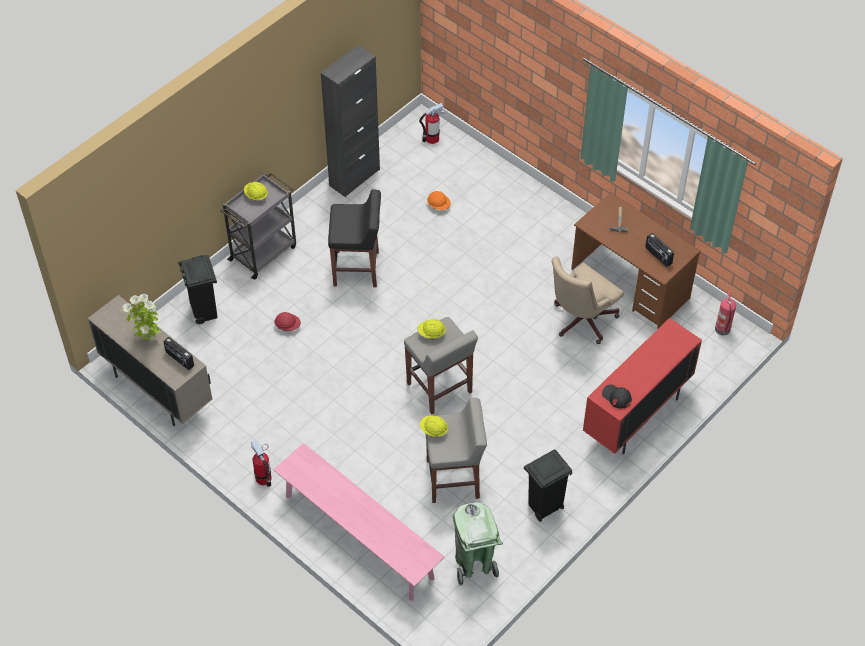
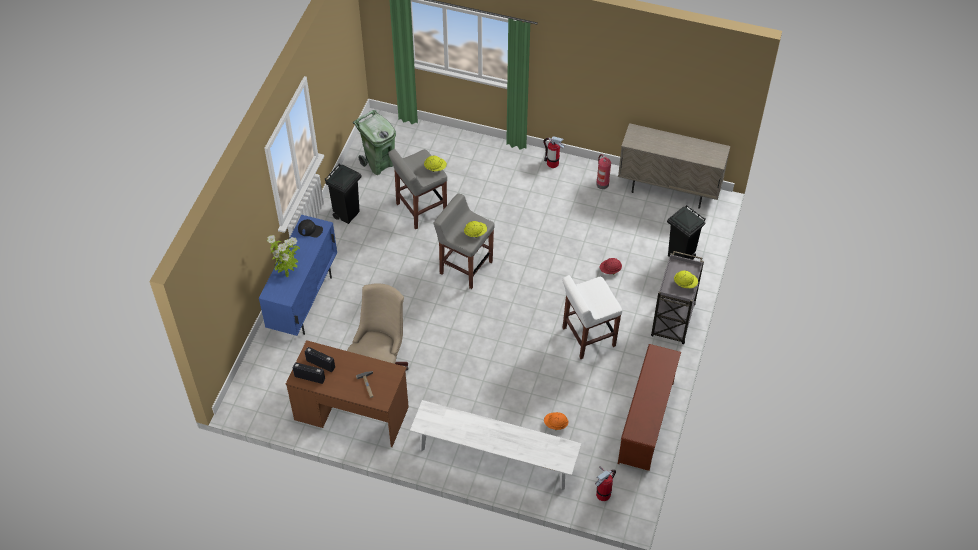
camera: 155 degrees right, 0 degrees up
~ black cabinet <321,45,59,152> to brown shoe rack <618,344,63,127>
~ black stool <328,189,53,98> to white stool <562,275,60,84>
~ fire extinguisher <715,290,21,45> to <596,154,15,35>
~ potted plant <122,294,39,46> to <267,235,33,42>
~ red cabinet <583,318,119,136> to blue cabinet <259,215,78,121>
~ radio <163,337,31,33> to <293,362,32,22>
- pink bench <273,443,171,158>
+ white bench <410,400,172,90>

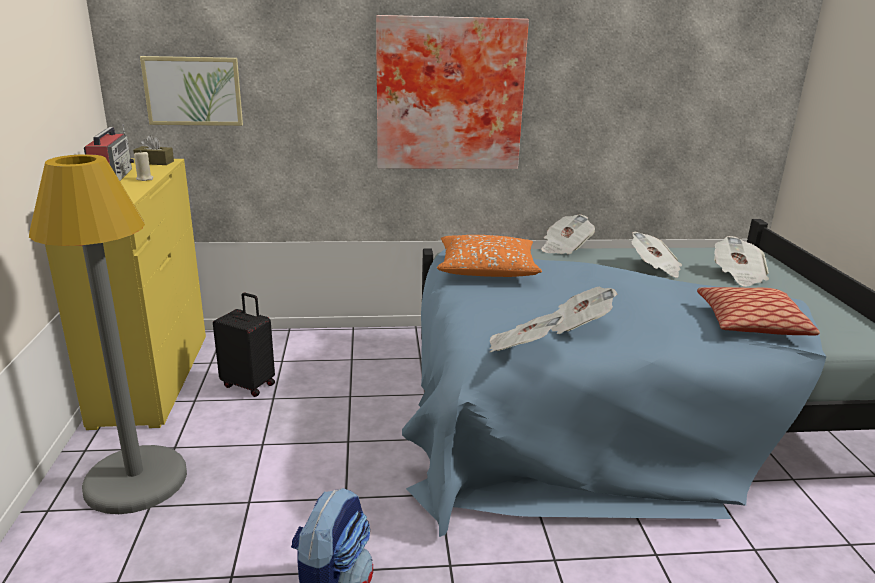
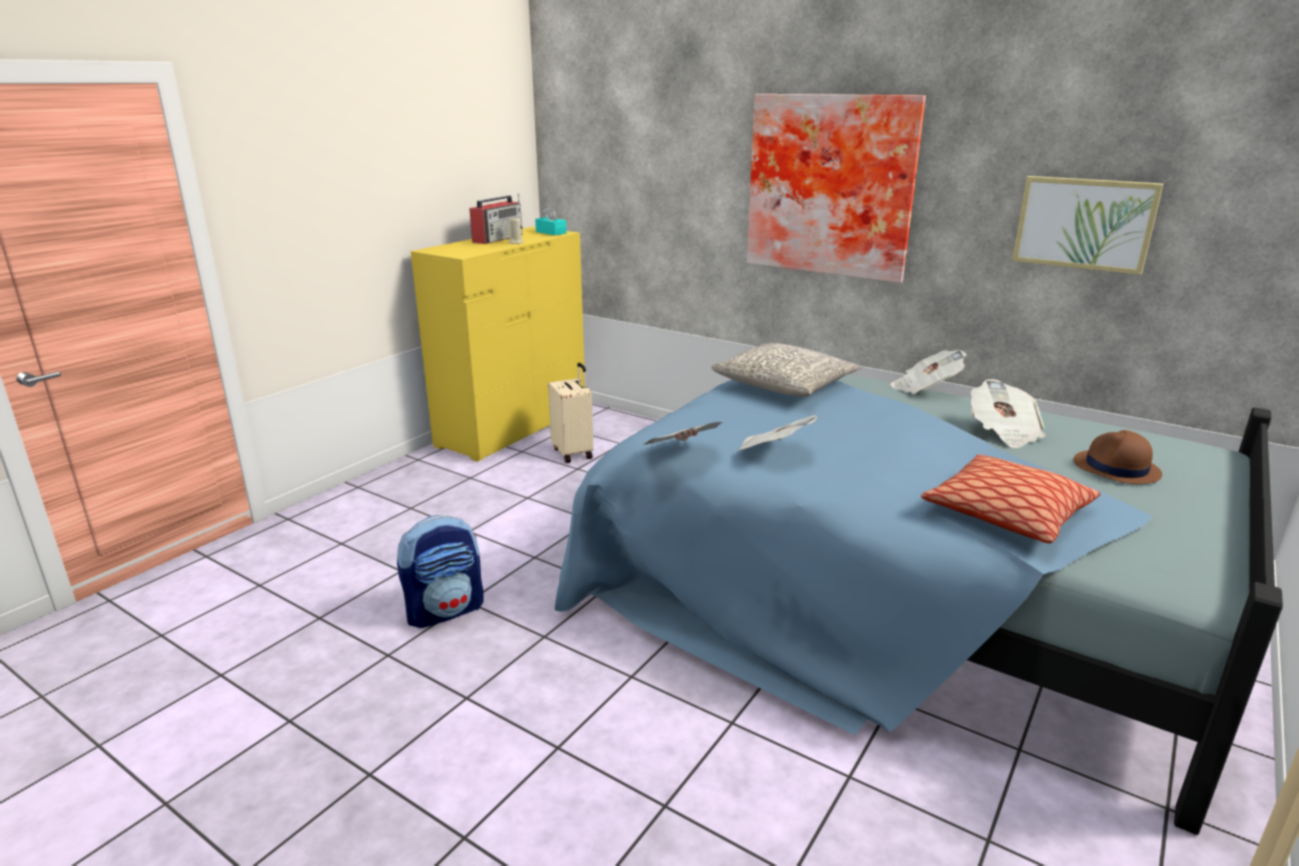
camera: 40 degrees right, 0 degrees up
~ picture <140,56,103,70> to <1012,176,151,99>
~ brown tissue box <133,135,41,30> to turquoise tissue box <535,207,32,28>
- grey floor lamp <29,154,158,360>
~ orange pillow <437,235,105,42> to grey pillow <711,343,150,54>
~ newspaper <714,236,55,51> to brown hat <1074,430,88,54>
~ black suitcase <213,293,62,104> to beige suitcase <548,363,45,100>

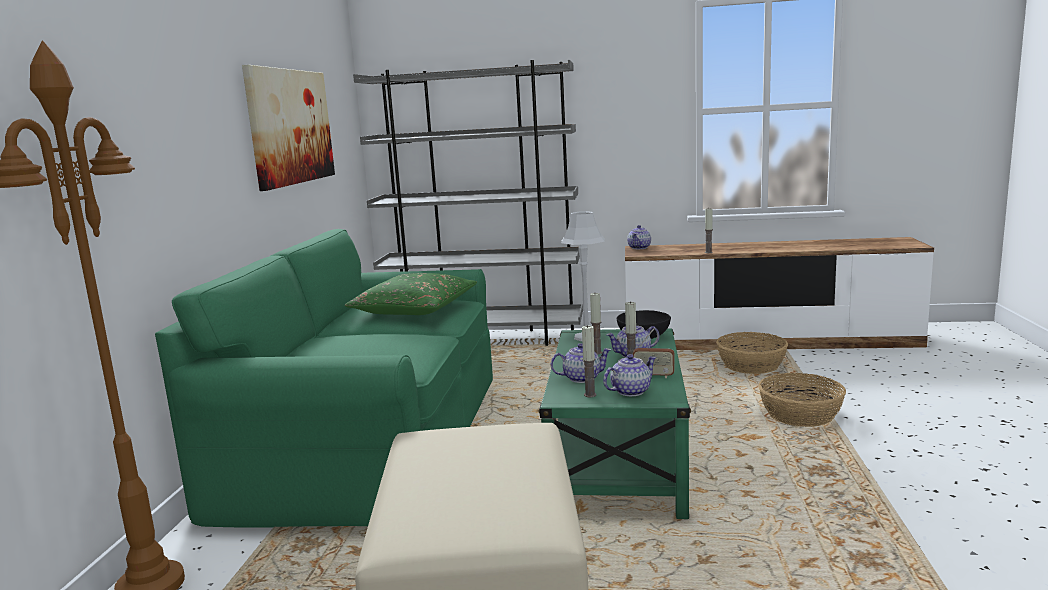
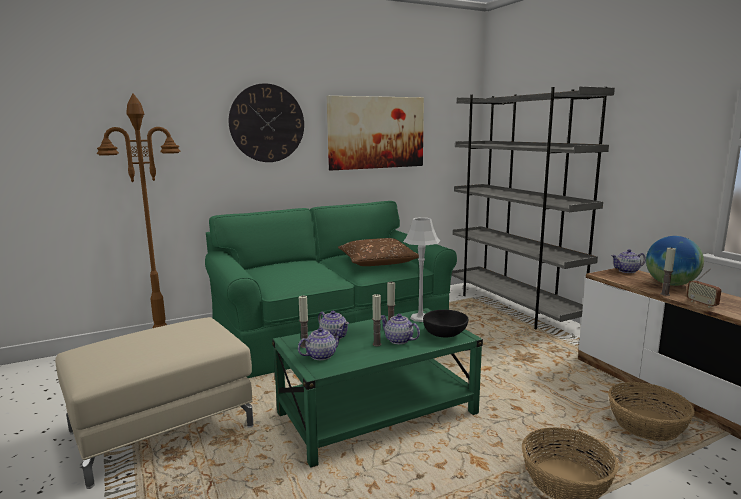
camera: 55 degrees right, 0 degrees up
~ green pillow <345,273,132,42> to brown pillow <338,238,81,28>
~ radio <633,328,42,50> to <687,268,35,40>
~ teapot <603,354,54,42> = <298,328,45,32> 60 degrees counterclockwise
+ wall clock <229,83,75,79>
+ globe <646,236,58,50>

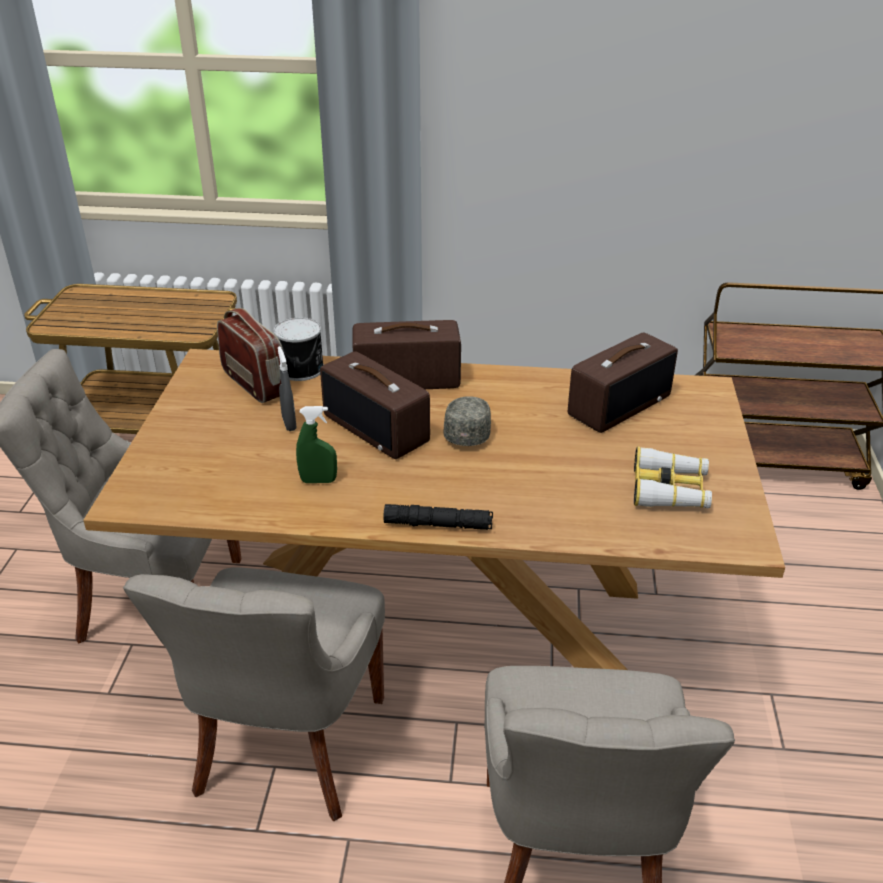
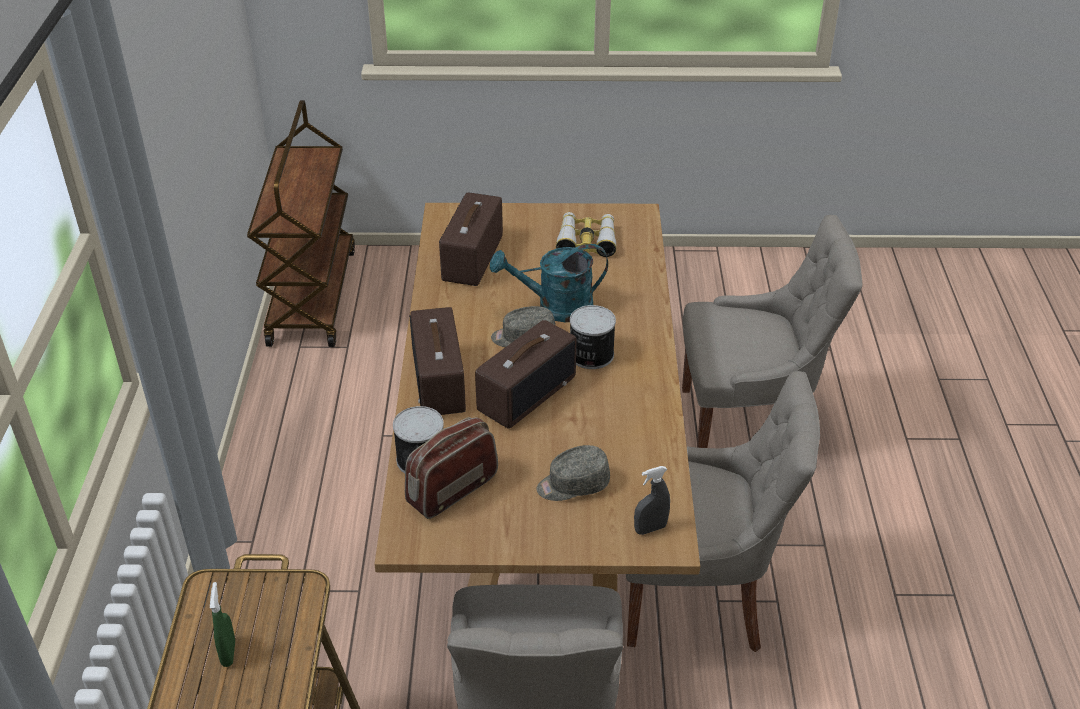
camera: 95 degrees left, 5 degrees up
~ radio <568,333,110,100> = <439,192,64,94> 120 degrees counterclockwise
~ grey spray bottle <278,346,19,85> to <634,466,36,69>
~ green spray bottle <296,406,41,77> to <210,582,25,85>
- black flashlight <383,504,110,26>
+ turquoise watering can <490,244,118,78>
+ can <570,305,46,64>
+ grey cap <537,445,73,56>

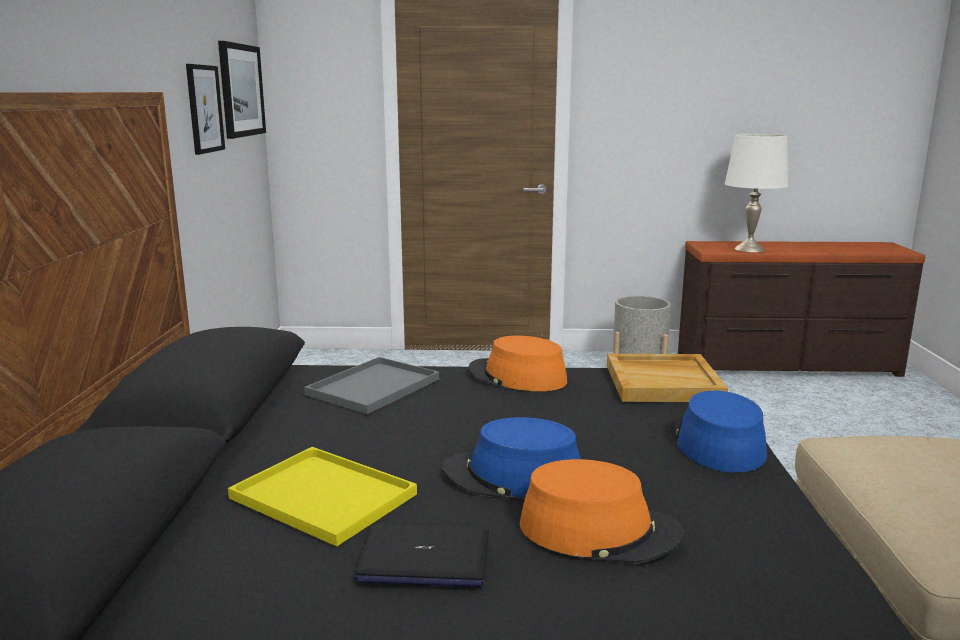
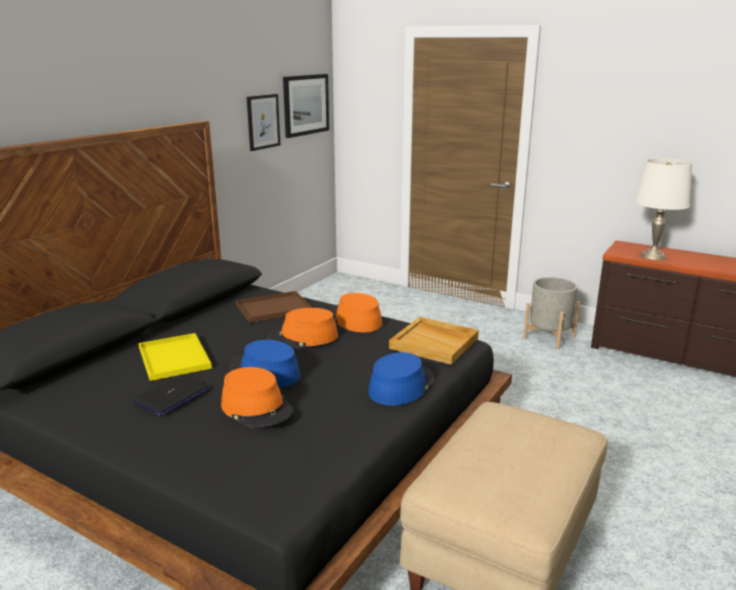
camera: 30 degrees right, 5 degrees up
~ grey tray <304,357,135,57> to brown tray <236,291,76,32>
~ laptop <354,525,135,62> = <133,374,77,42> 90 degrees counterclockwise
+ orange hat <267,308,71,40>

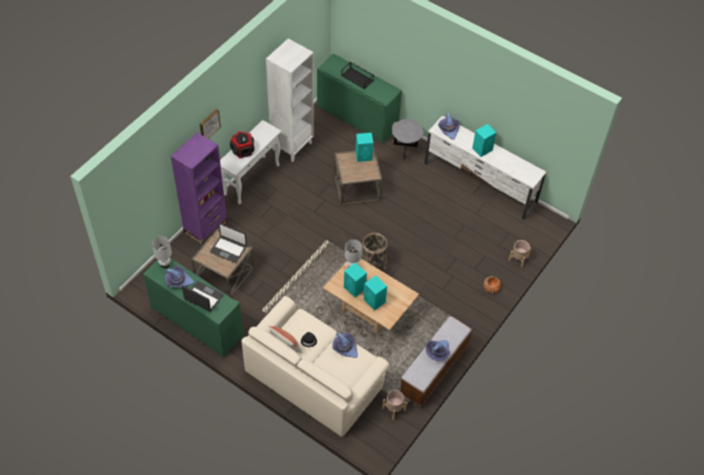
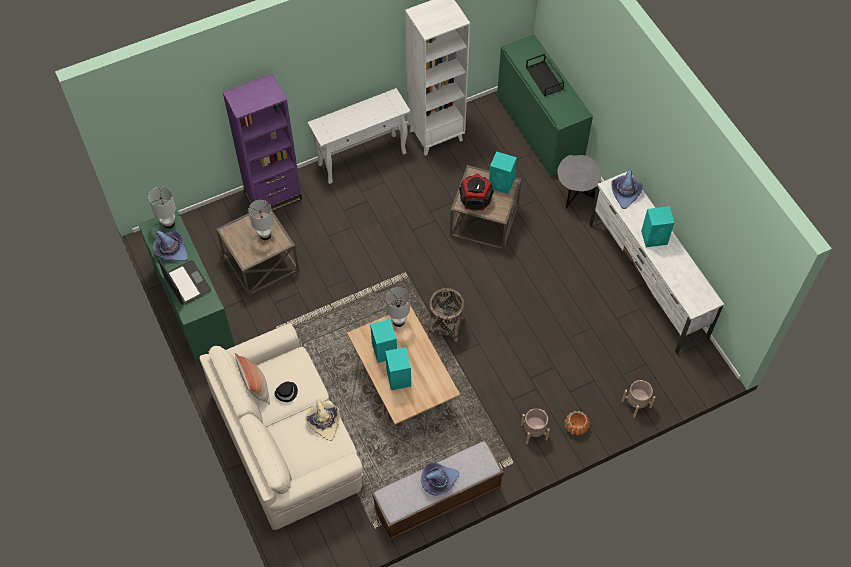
camera: 30 degrees right, 5 degrees up
- picture <200,109,21,30>
~ speaker <230,131,25,27> to <459,173,35,38>
~ laptop <210,223,37,40> to white table lamp <249,200,25,40>
~ purple hat <332,333,26,25> to beige hat <305,399,35,42>
~ beige planter <382,390,25,30> to <521,408,29,36>

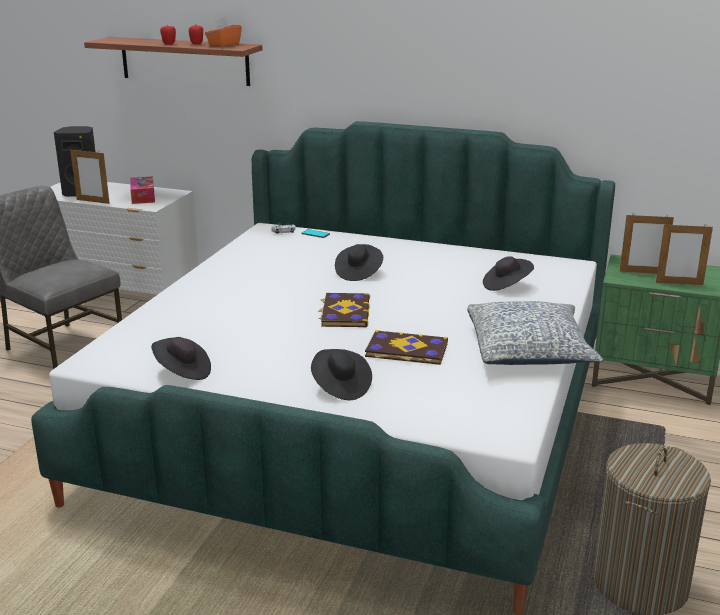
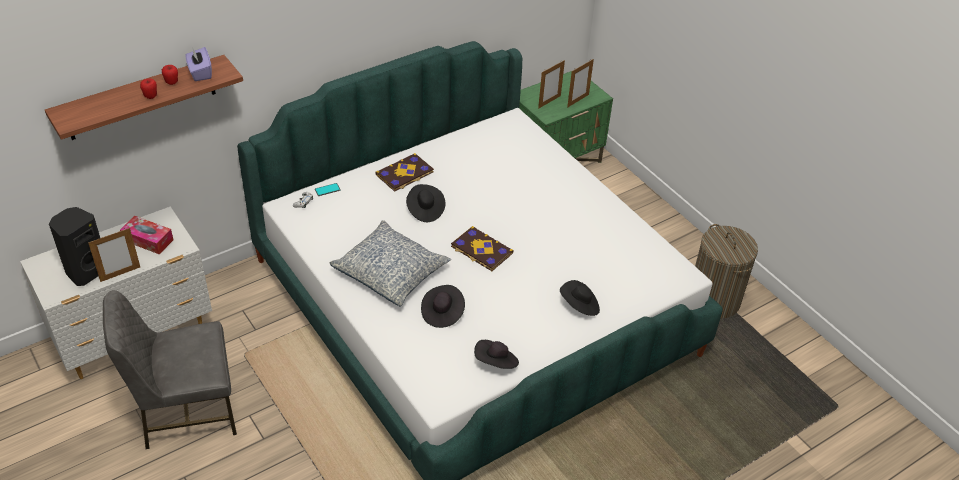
camera: 55 degrees left, 20 degrees up
~ orange tissue box <205,17,37,30> to purple tissue box <186,47,26,34>
~ black hat <483,256,51,35> to <421,285,44,43>
~ pillow <467,301,136,64> to <329,220,122,86>
~ book <365,330,83,35> to <375,153,59,39>

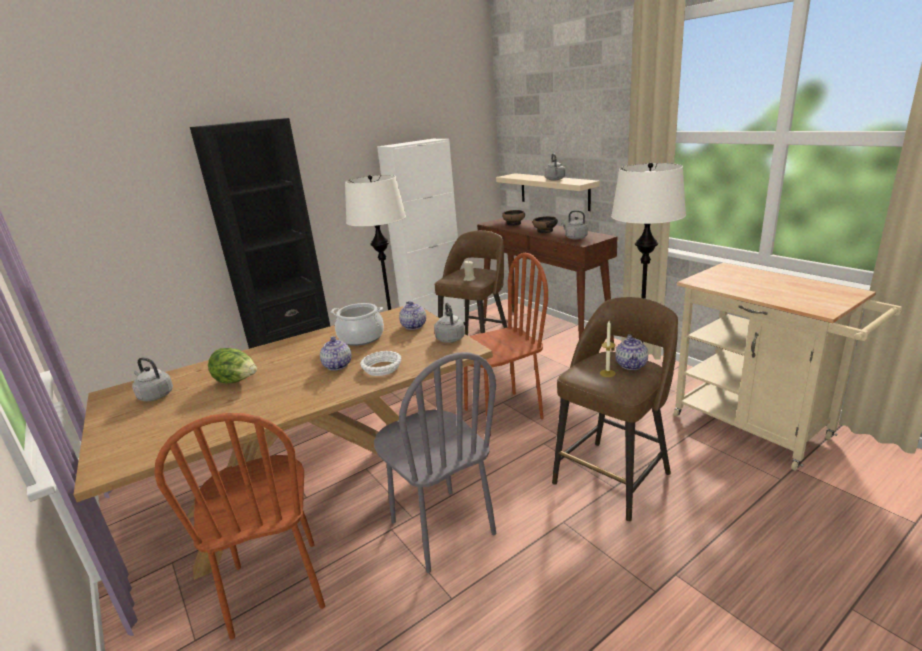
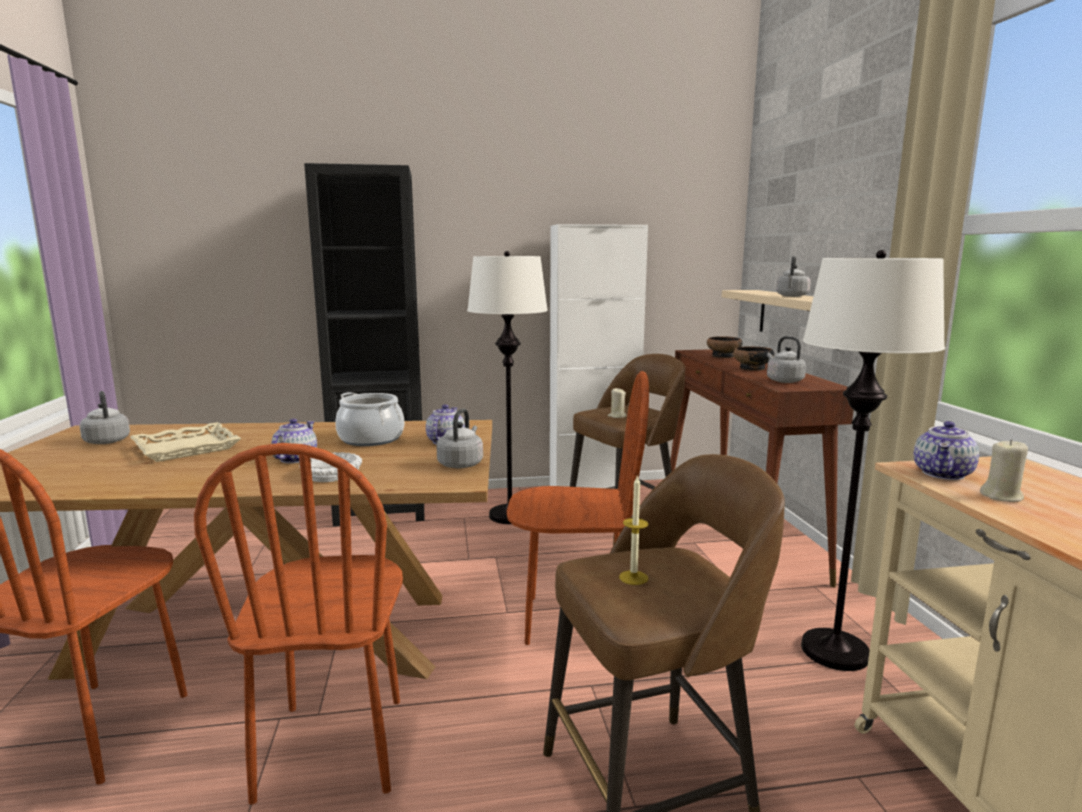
camera: 25 degrees right, 10 degrees down
~ teapot <615,334,33,36> to <914,421,65,59>
~ lettuce <208,348,49,36> to beige tray <130,422,111,40>
~ grey chair <374,352,122,221> to brown chair <194,443,209,362>
+ beige candle <980,439,48,63>

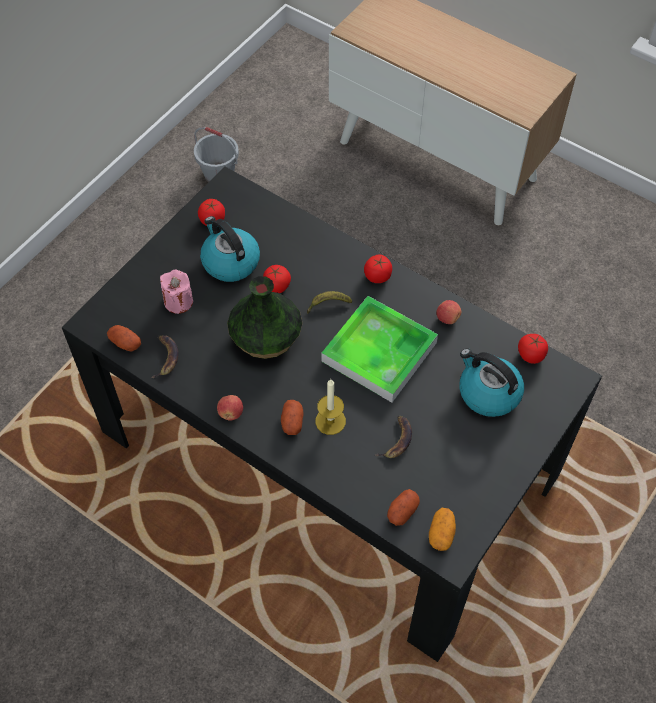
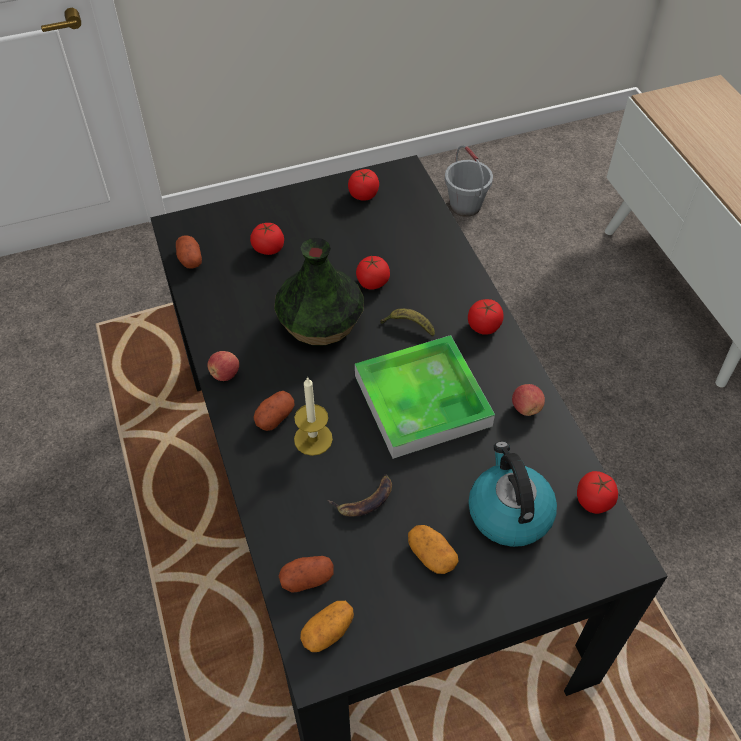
camera: 35 degrees right, 5 degrees down
- kettle <200,216,60,66>
~ pink candle <160,270,33,44> to tomato <250,223,34,32>
- banana <151,335,28,43>
+ potato <408,525,51,49>

